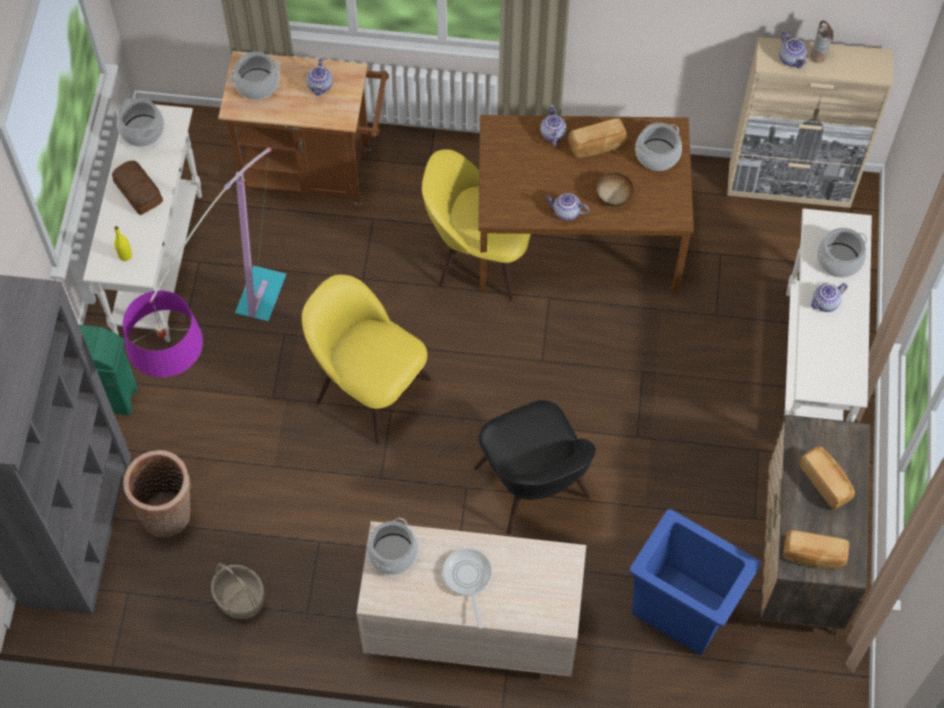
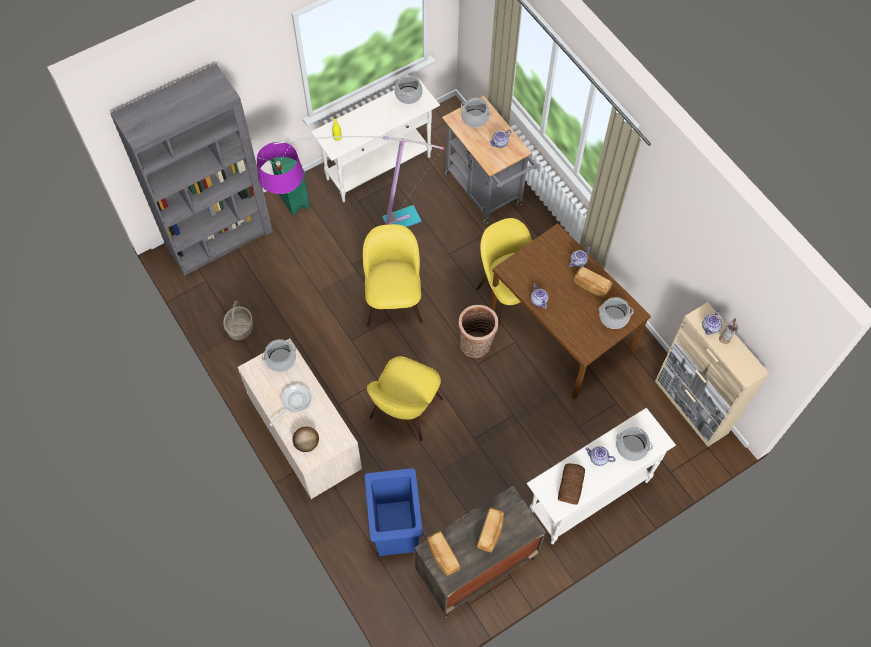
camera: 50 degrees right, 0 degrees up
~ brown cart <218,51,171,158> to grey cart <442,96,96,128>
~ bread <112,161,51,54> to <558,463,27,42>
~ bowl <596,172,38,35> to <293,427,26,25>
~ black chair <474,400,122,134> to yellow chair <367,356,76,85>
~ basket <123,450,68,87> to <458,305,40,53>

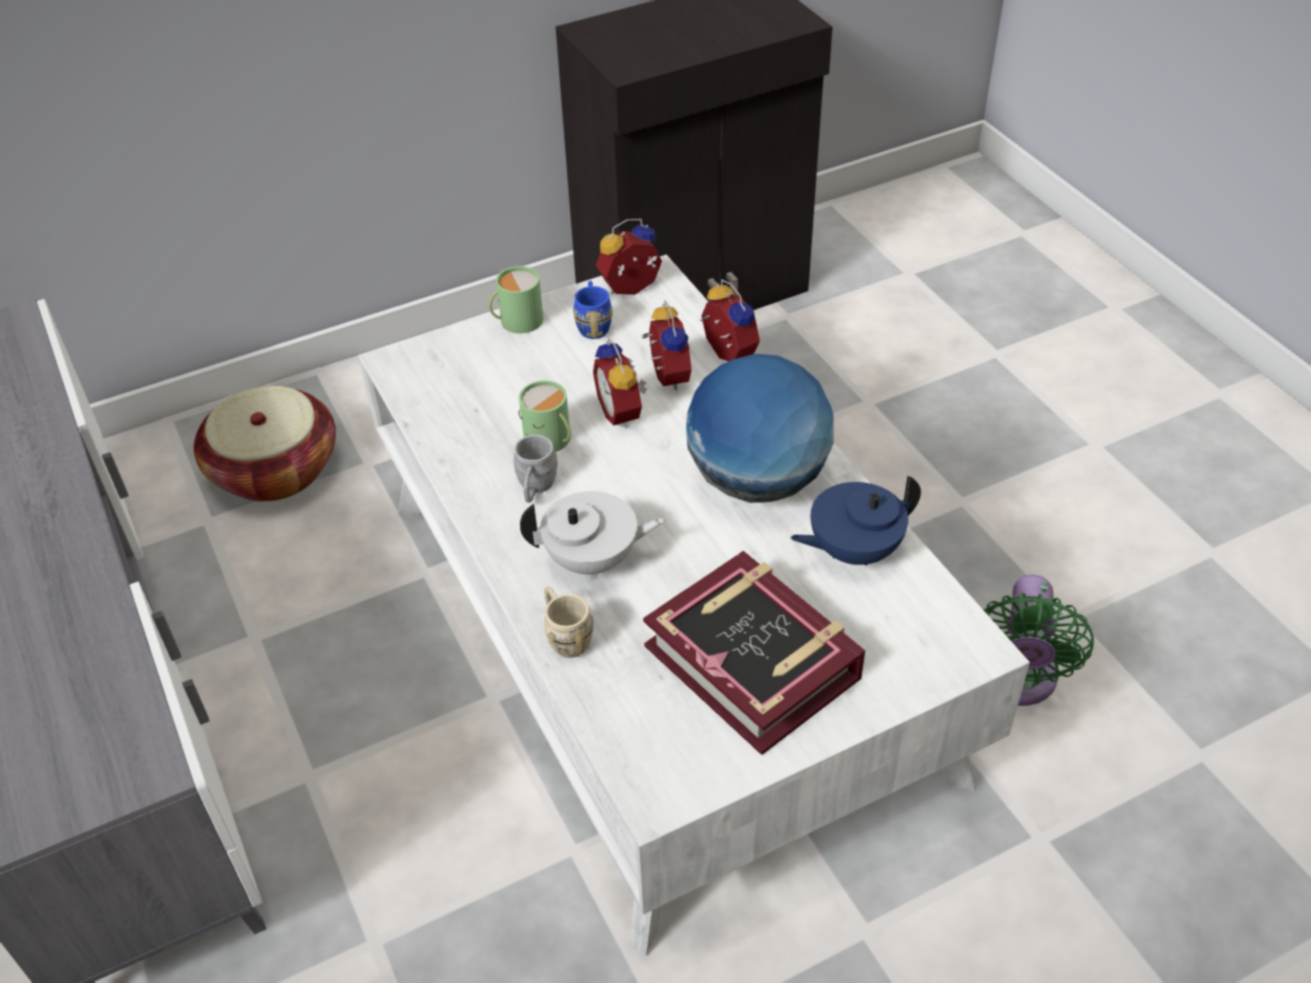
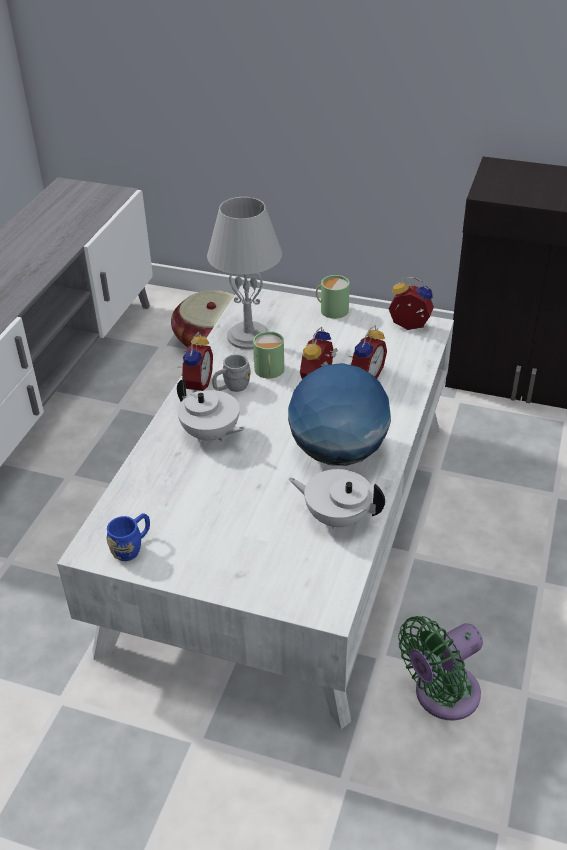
camera: 45 degrees right, 5 degrees down
~ alarm clock <700,279,60,82> to <178,332,35,60>
~ blue mug <573,281,40,58> to <106,513,44,48>
~ blue teapot <791,476,130,90> to white teapot <289,469,96,60>
- book <643,551,222,204>
- beige mug <544,587,50,71>
+ grey table lamp <207,197,75,152>

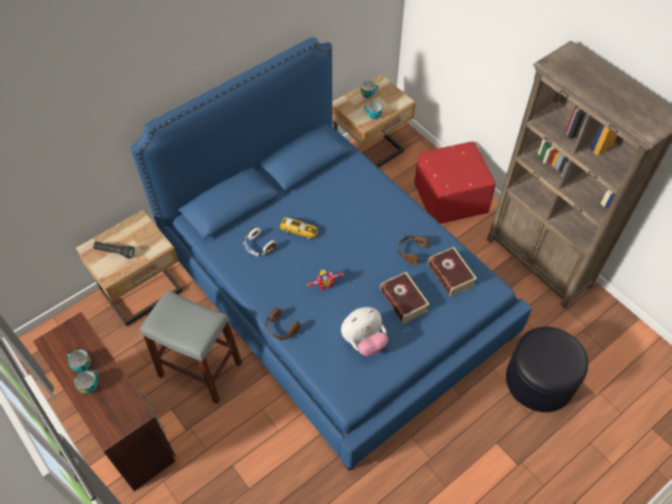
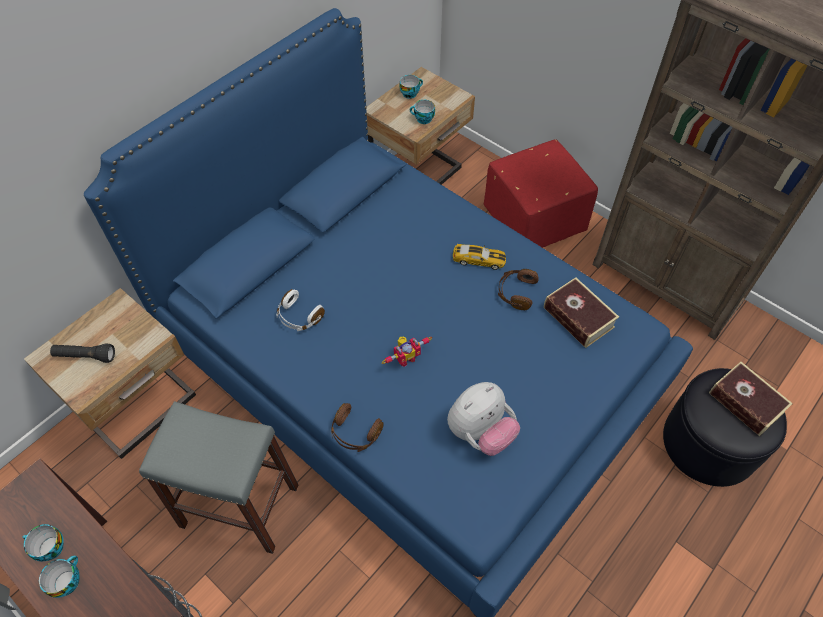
camera: 10 degrees left, 0 degrees up
~ toy car <280,217,38,22> to <452,244,54,26>
~ book <380,272,50,52> to <709,362,84,74>

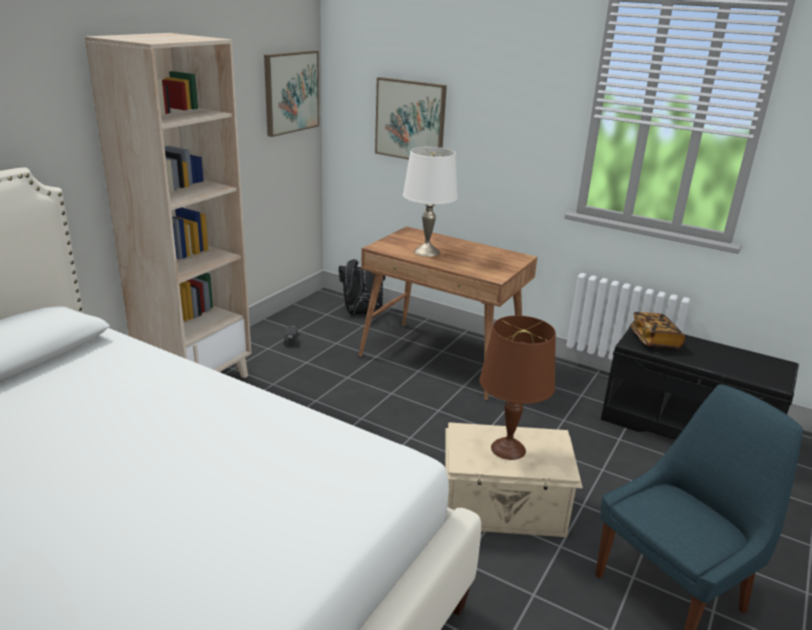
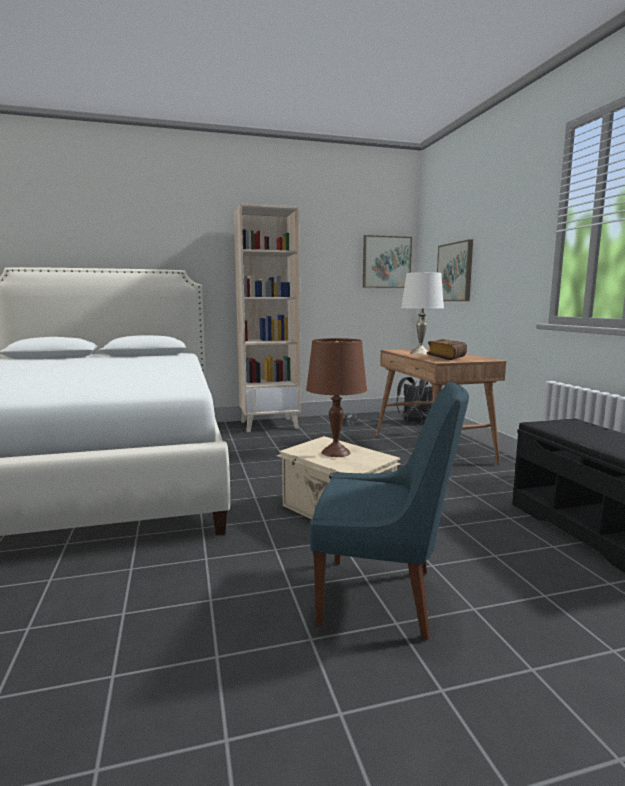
camera: 45 degrees right, 15 degrees down
~ book <630,312,55,38> to <427,339,40,21>

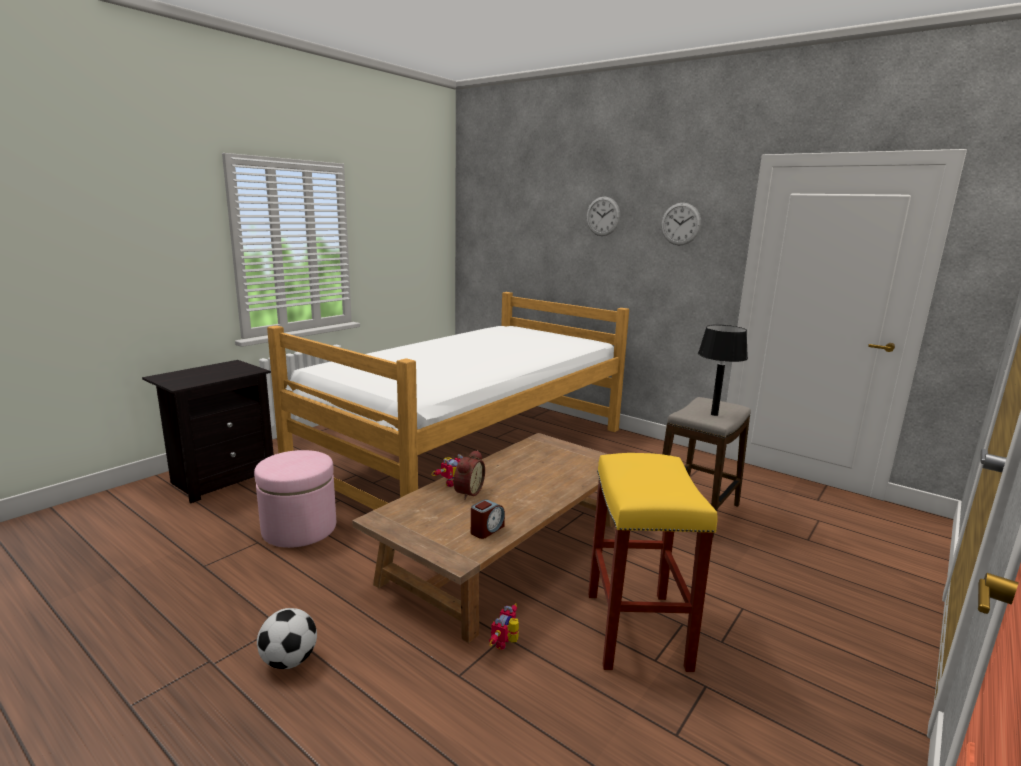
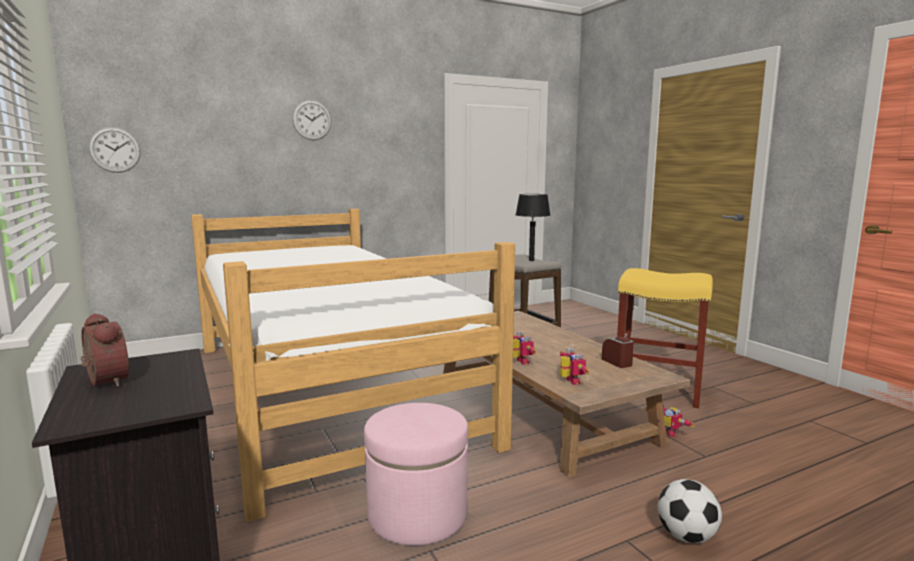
camera: 65 degrees left, 5 degrees down
~ wall clock <661,203,40,42> to <89,127,52,46>
~ alarm clock <454,450,31,49> to <80,313,49,74>
+ toy robot <560,348,29,37>

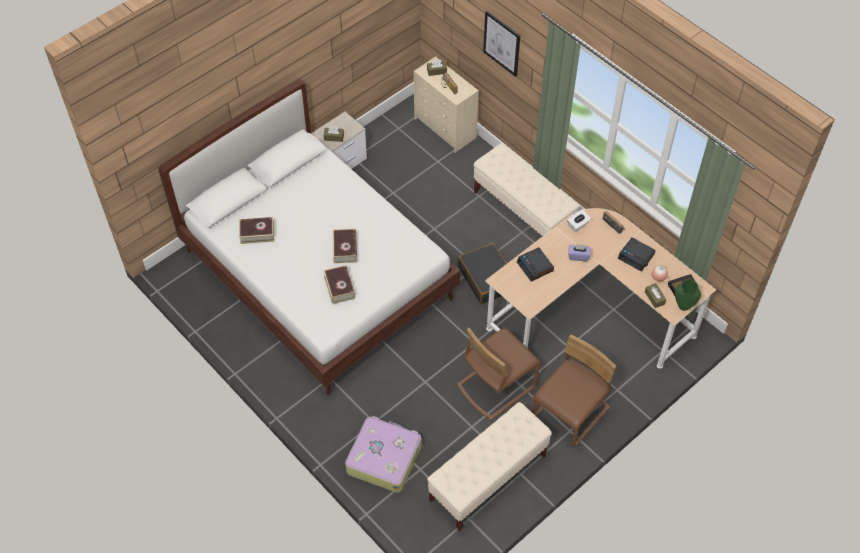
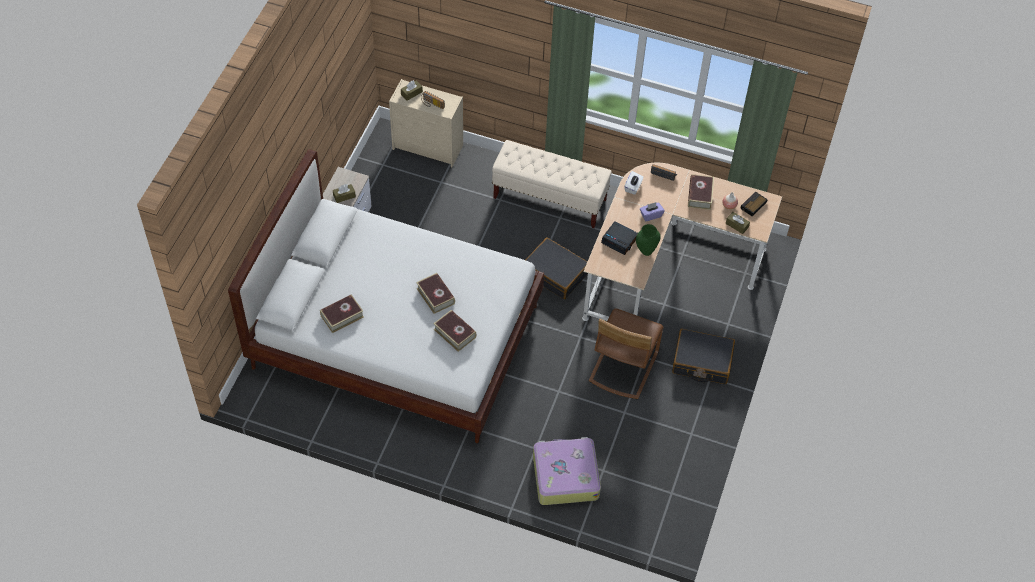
camera: 30 degrees left, 0 degrees up
- picture <483,11,37,66>
~ alarm clock <618,238,38,34> to book <688,174,26,36>
~ green vase <675,280,26,31> to <636,224,25,32>
~ brown chair <532,335,84,112> to black suitcase <672,329,63,55>
- beige bench <427,402,125,129>

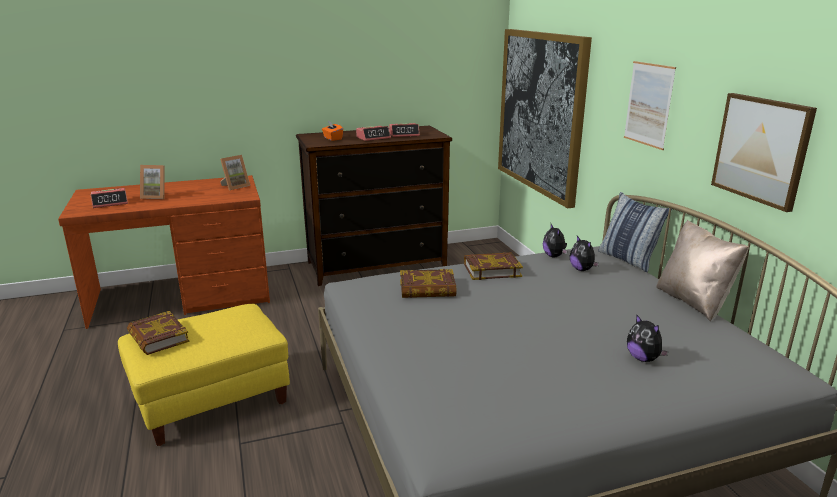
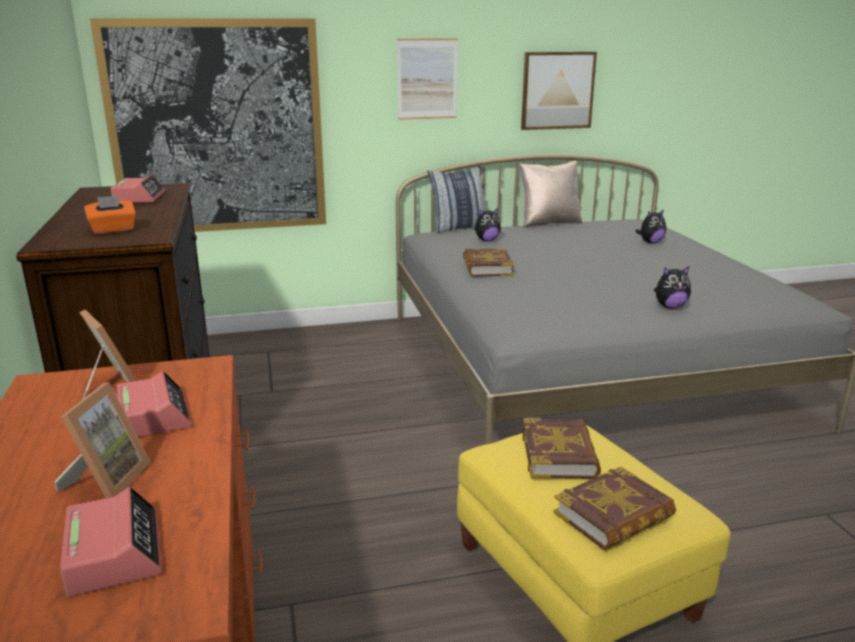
camera: 85 degrees left, 0 degrees up
~ alarm clock <356,126,35,15> to <116,371,76,66>
~ plush toy <543,224,25,33> to <654,266,37,43>
~ book <400,269,57,29> to <523,418,78,61>

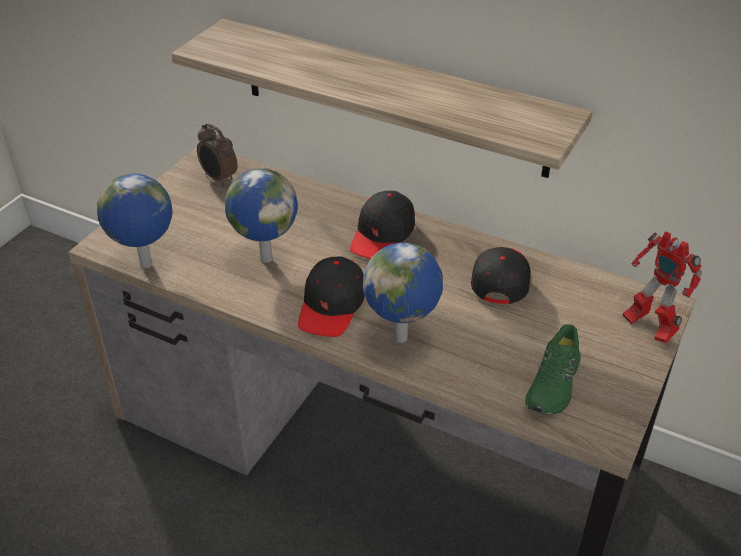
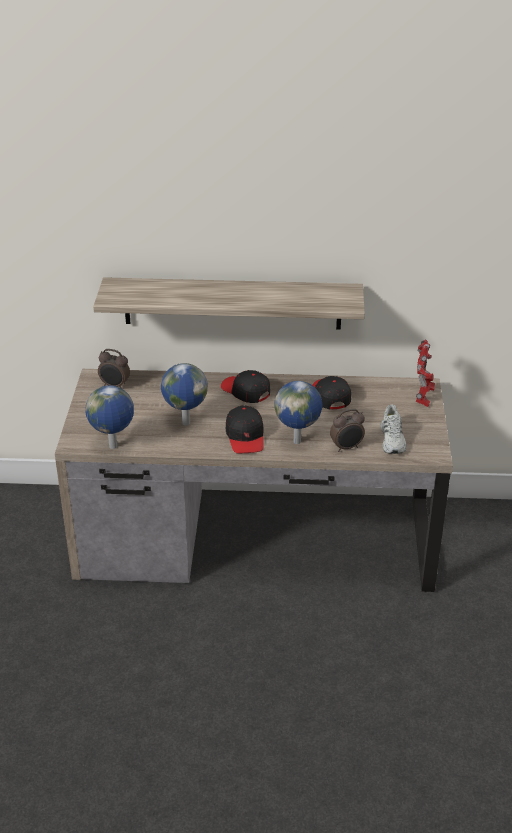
camera: 25 degrees left, 5 degrees down
~ black cap <350,191,65,68> = <221,370,49,33> 135 degrees clockwise
~ toy robot <623,232,79,111> = <416,340,19,67> 105 degrees counterclockwise
~ green shoe <525,324,56,91> to white shoe <381,404,26,50>
+ alarm clock <330,409,35,43>

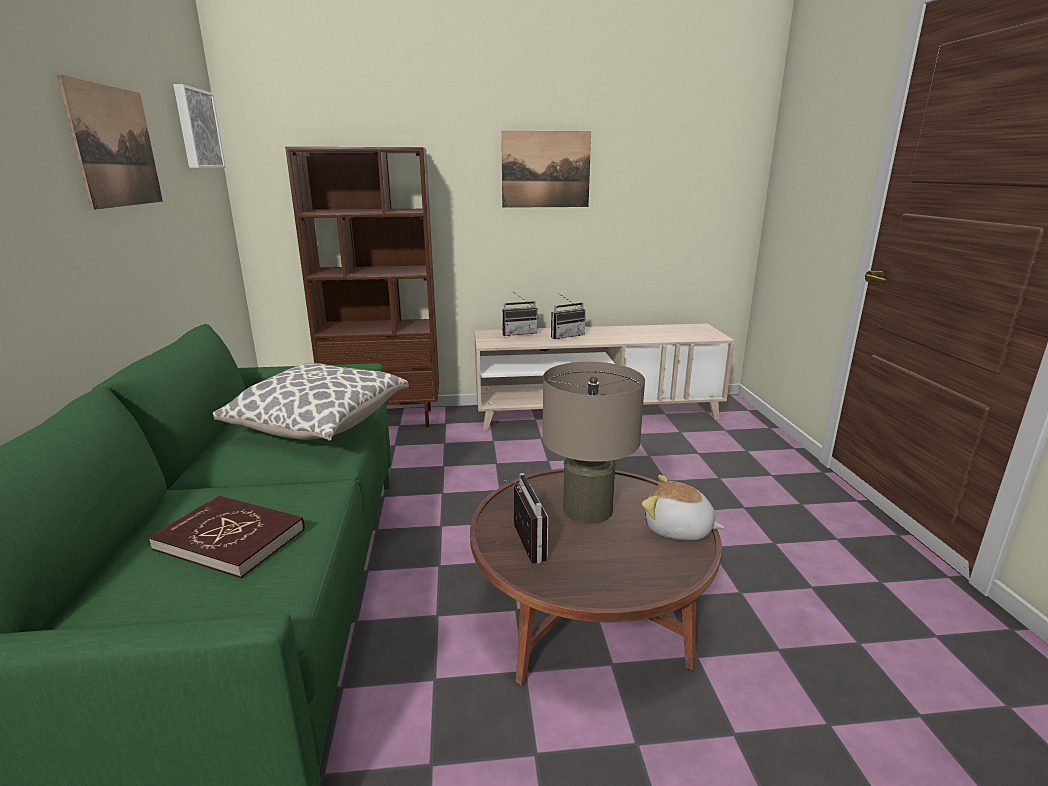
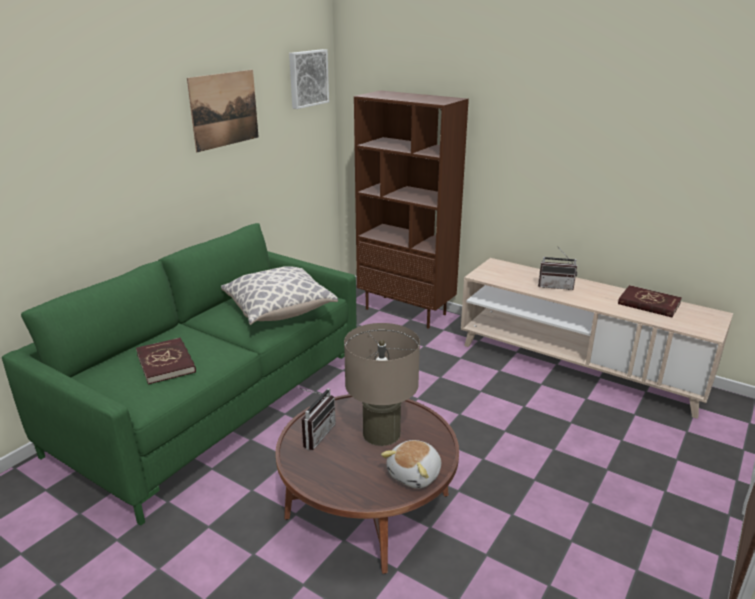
camera: 40 degrees right, 5 degrees up
- picture <501,131,90,77>
- radio <502,291,37,45>
~ plush toy <642,475,82,66> = <381,440,60,49> 120 degrees counterclockwise
+ red book <618,285,64,32>

